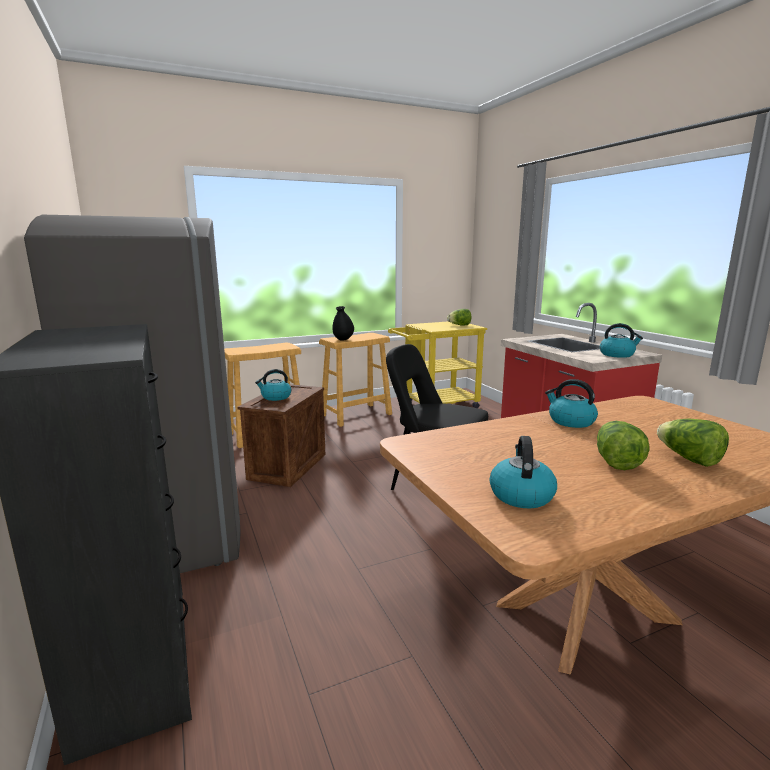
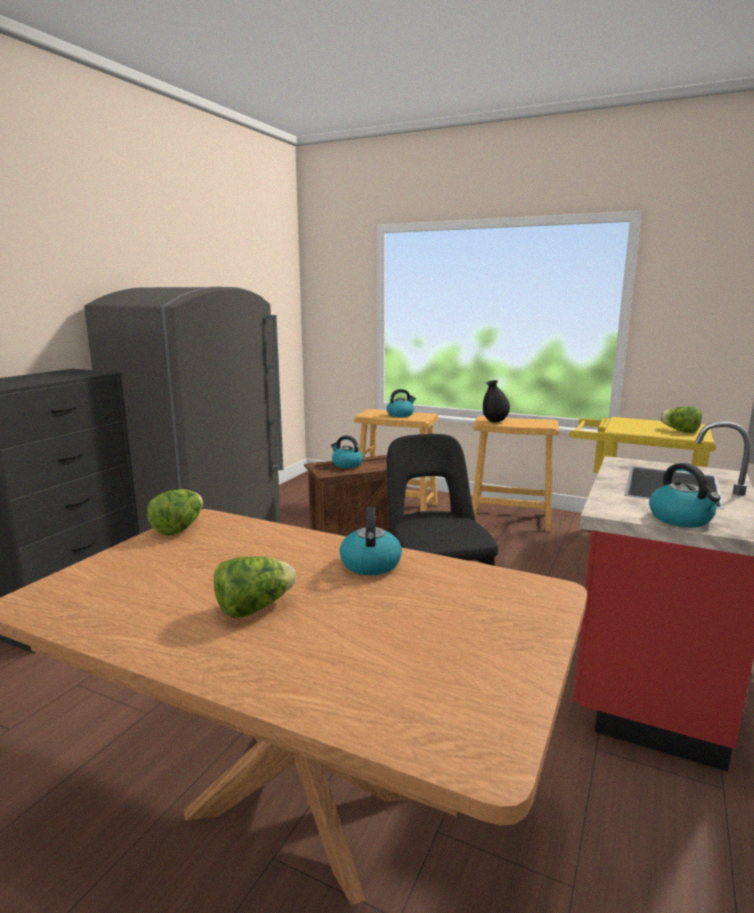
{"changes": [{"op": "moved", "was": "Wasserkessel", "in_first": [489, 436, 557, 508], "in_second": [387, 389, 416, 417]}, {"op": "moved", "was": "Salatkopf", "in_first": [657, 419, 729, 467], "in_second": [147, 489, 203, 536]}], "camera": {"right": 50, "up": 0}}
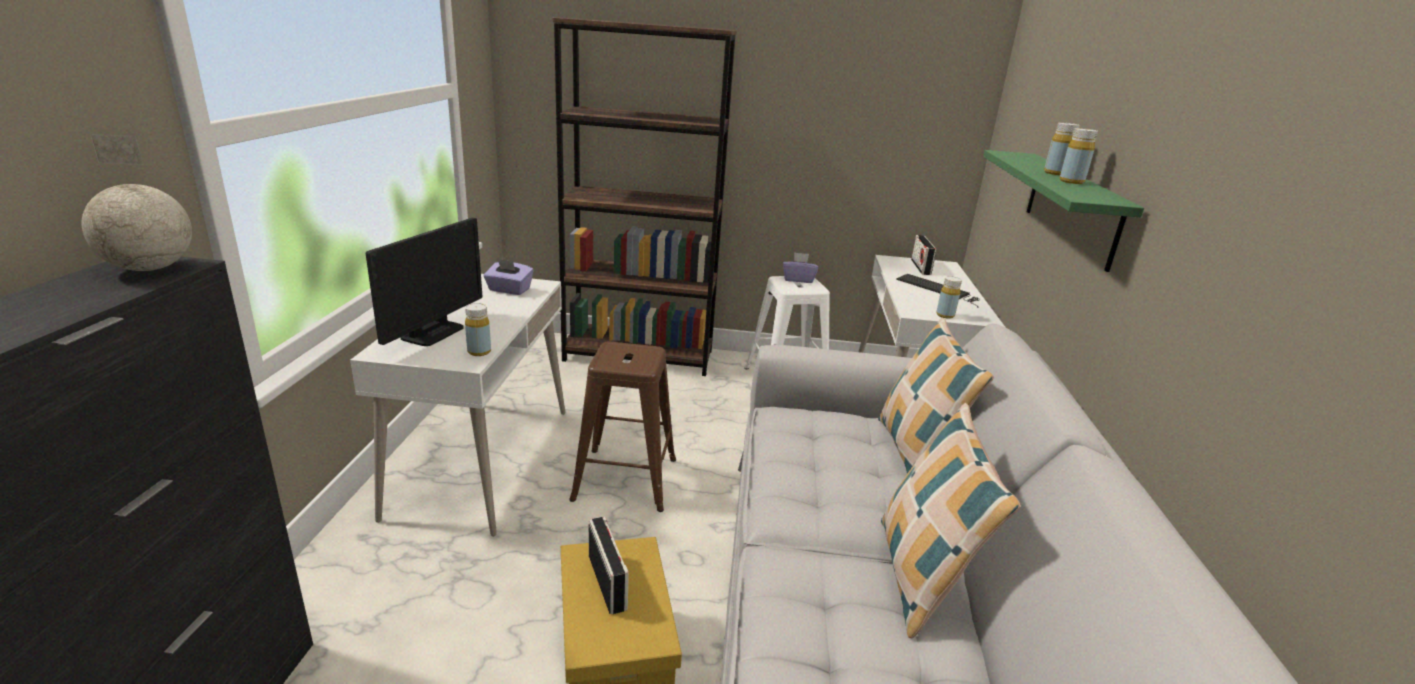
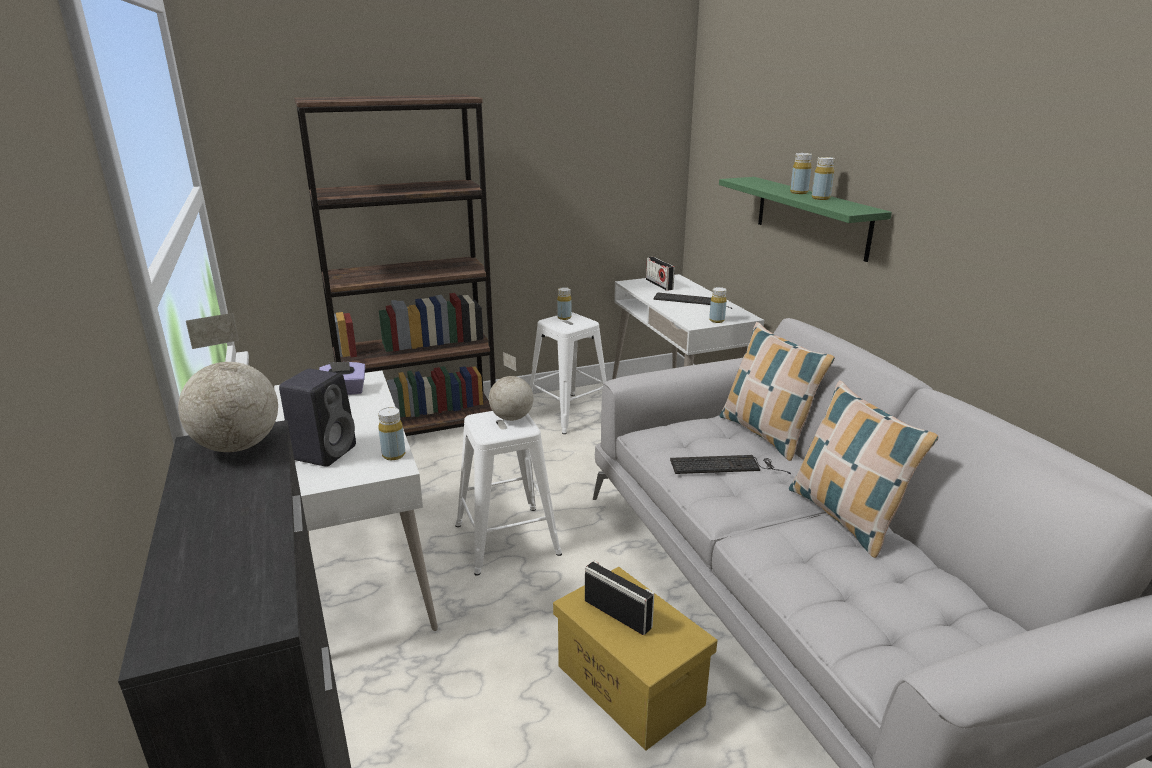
{"changes": [{"op": "replaced", "was": "Monitor", "now": "Lautsprecher [schwarz]", "in_first": [366, 218, 482, 346], "in_second": [279, 369, 356, 467]}, {"op": "recoloured", "was": "Hocker [braun]", "now": "Hocker [weiß]", "in_first": [569, 342, 676, 512], "in_second": [455, 411, 562, 576]}, {"op": "replaced", "was": "Taschentuchbox [lila]", "now": "Flasche [gelb]", "in_first": [783, 252, 818, 283], "in_second": [557, 287, 571, 320]}, {"op": "added", "now": "Globus", "in_second": [489, 352, 533, 421]}, {"op": "added", "now": "Tastatur", "in_second": [670, 455, 791, 474]}], "camera": {"right": -25, "up": 0}}
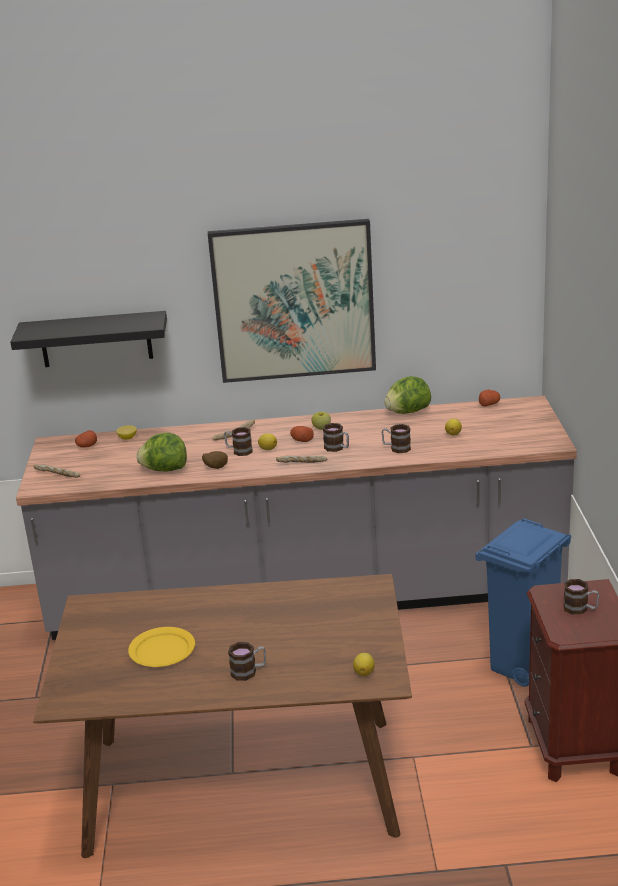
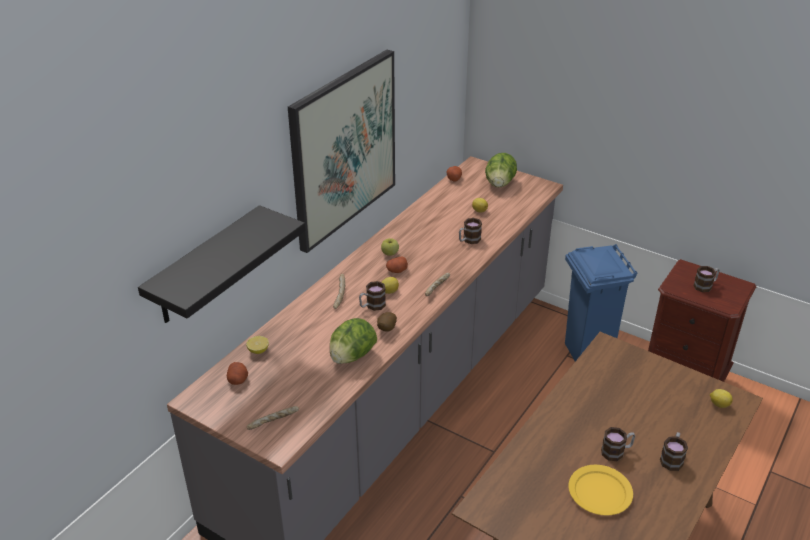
{"changes": [{"op": "moved", "was": "Henkelbecher", "in_first": [323, 423, 349, 452], "in_second": [601, 427, 635, 461]}, {"op": "moved", "was": "Salatkopf", "in_first": [384, 376, 431, 414], "in_second": [485, 153, 517, 188]}], "camera": {"right": -55, "up": 10}}
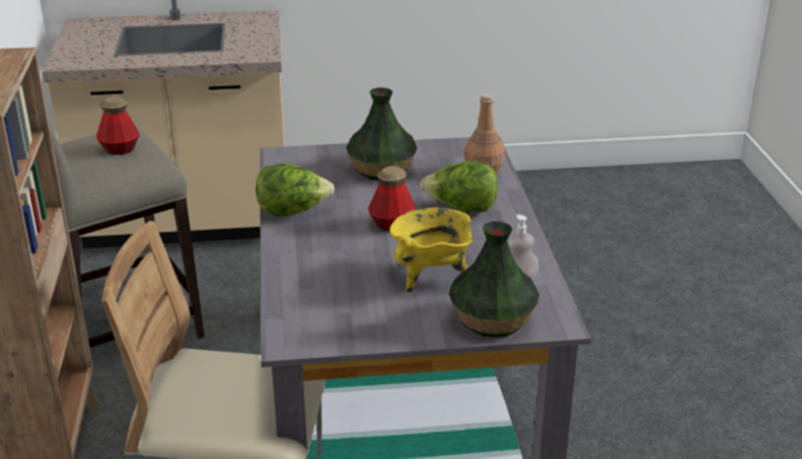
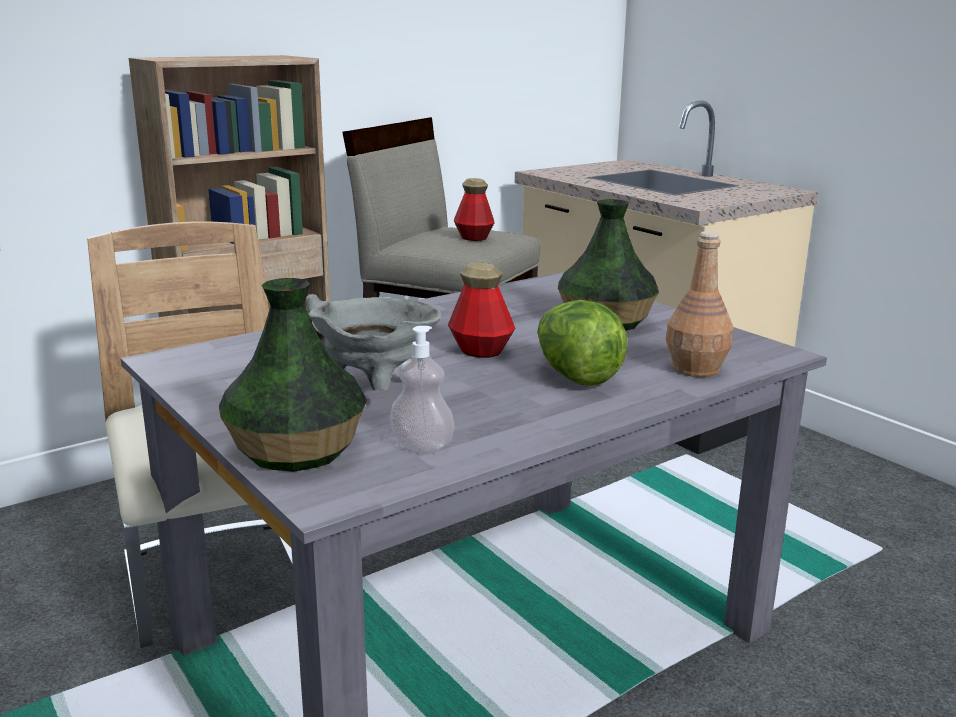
{"changes": [{"op": "removed", "was": "Salatkopf", "in_first": [256, 164, 335, 216]}, {"op": "recoloured", "was": "Kochtopf [gelb]", "now": "Kochtopf [grau]", "in_first": [390, 208, 474, 293], "in_second": [306, 294, 441, 391]}], "camera": {"right": 60, "up": -10}}
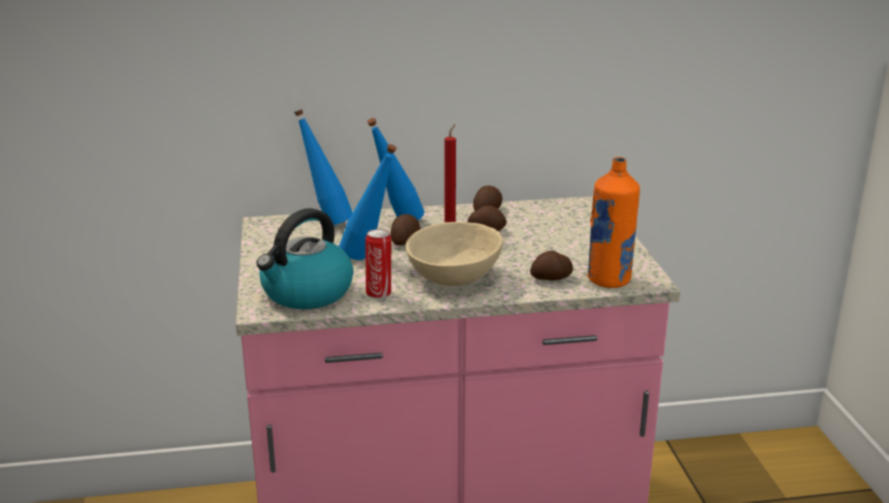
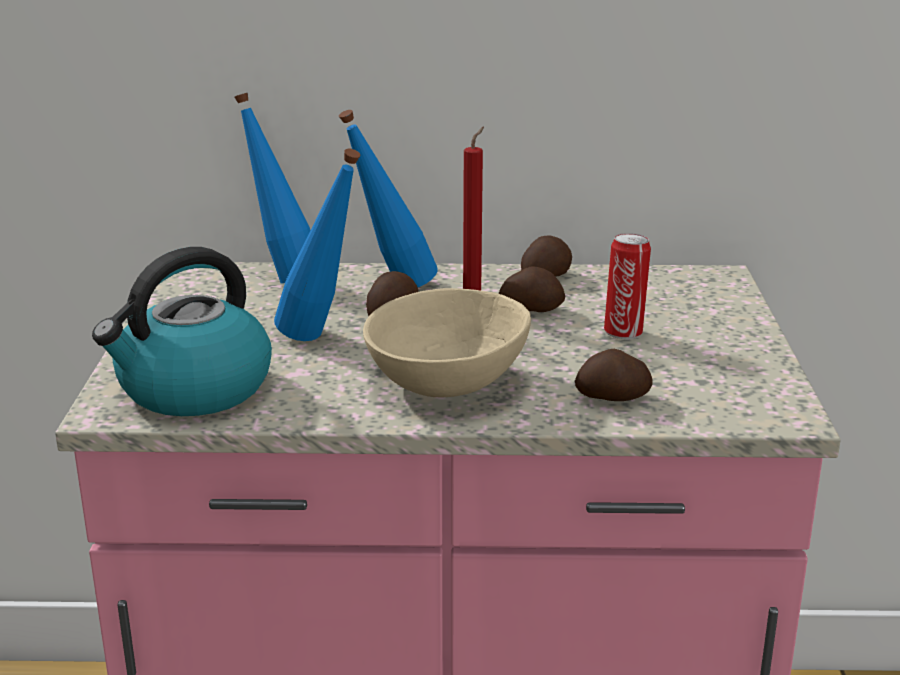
{"changes": [{"op": "moved", "was": "Dose", "in_first": [365, 229, 391, 299], "in_second": [604, 233, 651, 339]}, {"op": "removed", "was": "Flasche [orange]", "in_first": [587, 157, 640, 288]}], "camera": {"right": 10, "up": 0}}
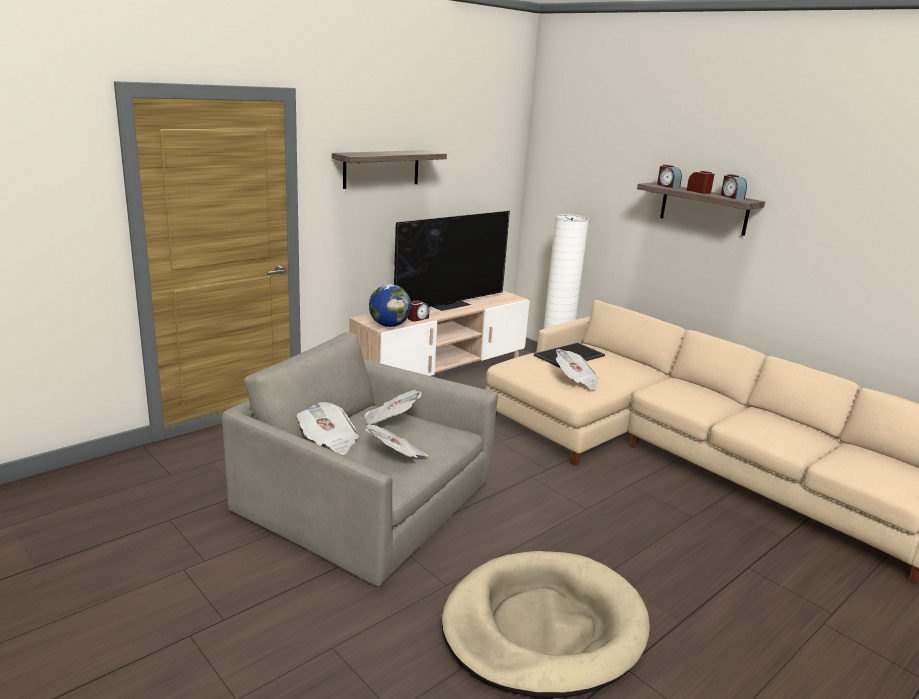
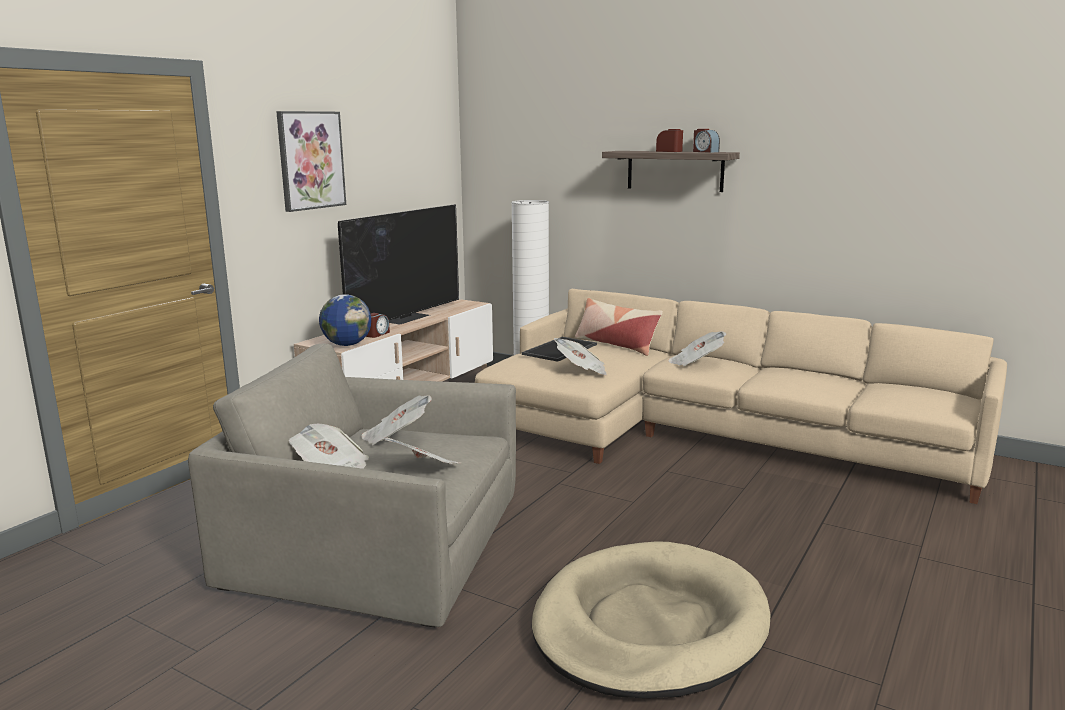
{"changes": [{"op": "replaced", "was": "Wandregal", "now": "Bild", "in_first": [332, 150, 447, 189], "in_second": [276, 111, 346, 212]}, {"op": "removed", "was": "Wecker", "in_first": [657, 165, 682, 188]}, {"op": "added", "now": "Kissen", "in_second": [575, 298, 663, 356]}, {"op": "added", "now": "Zeitung", "in_second": [668, 331, 727, 366]}], "camera": {"right": -15, "up": -5}}
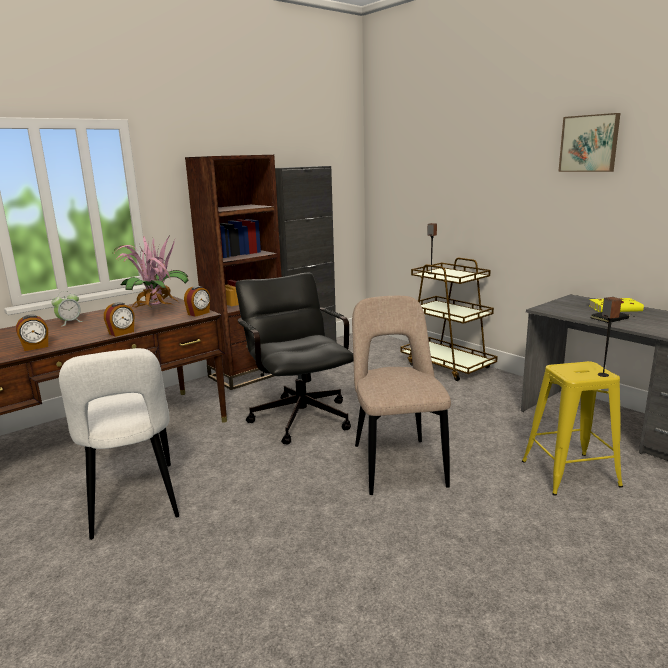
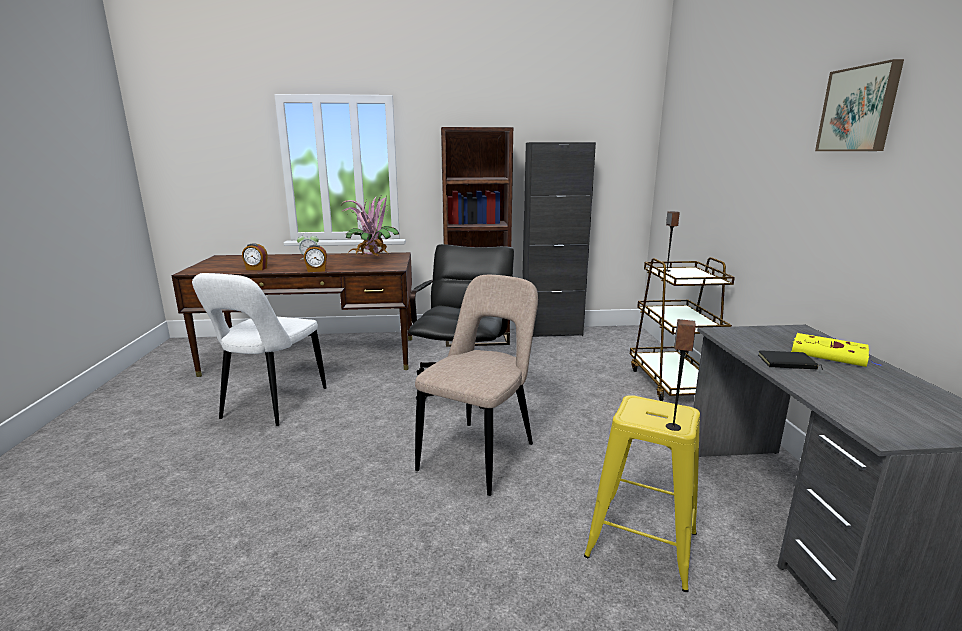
{"changes": [{"op": "removed", "was": "Wecker", "in_first": [184, 286, 210, 317]}], "camera": {"right": 35, "up": 0}}
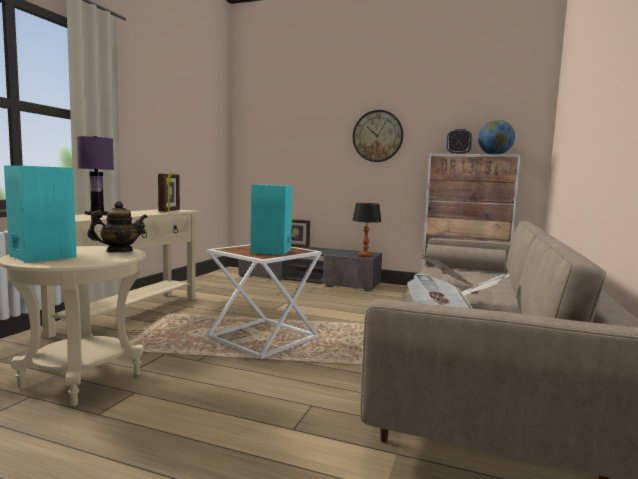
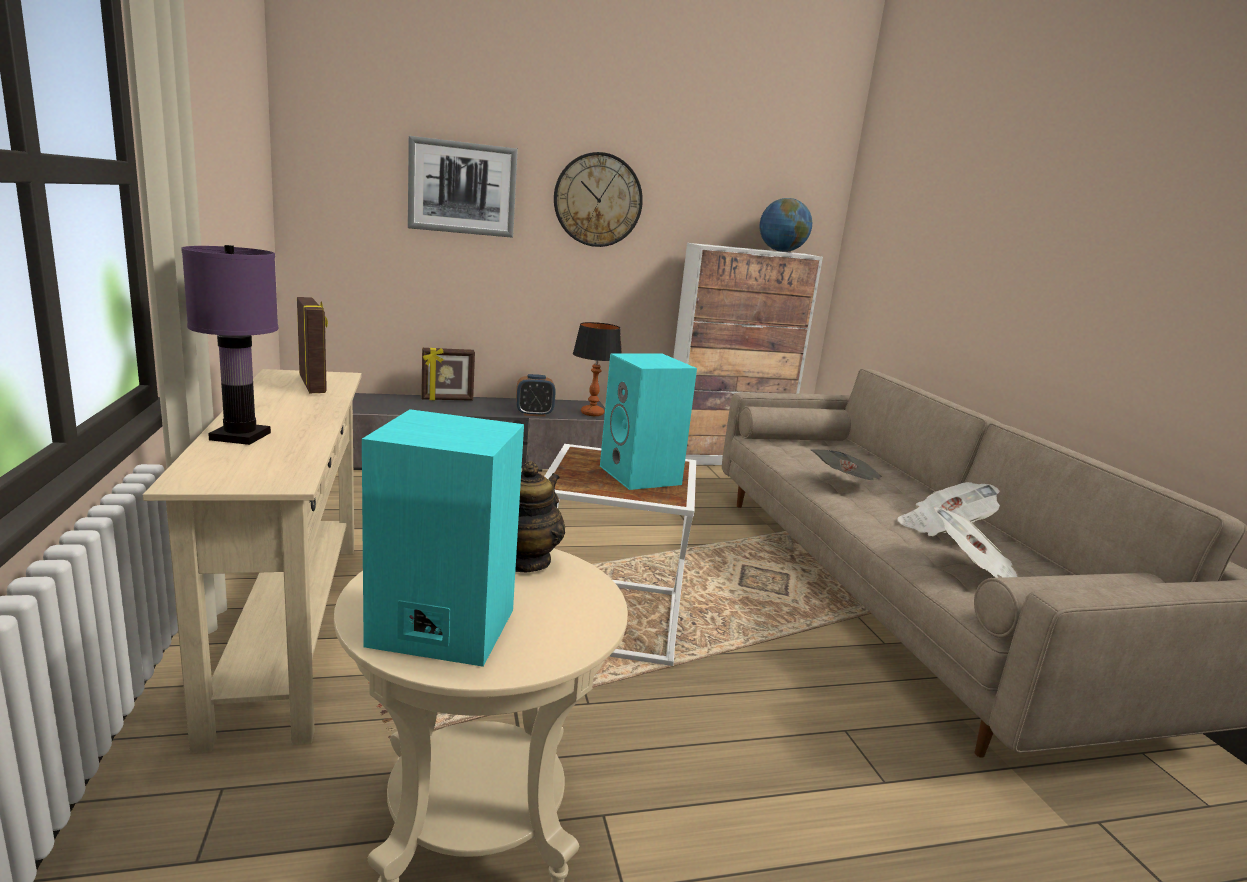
{"changes": [{"op": "moved", "was": "Wecker", "in_first": [446, 129, 472, 154], "in_second": [516, 374, 556, 417]}, {"op": "added", "now": "Bild", "in_second": [408, 136, 518, 238]}], "camera": {"right": -35, "up": 10}}
